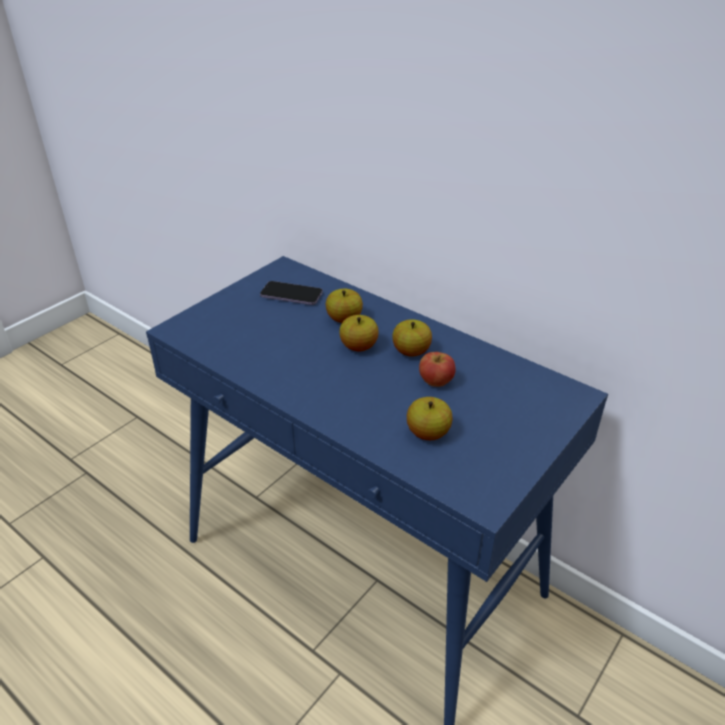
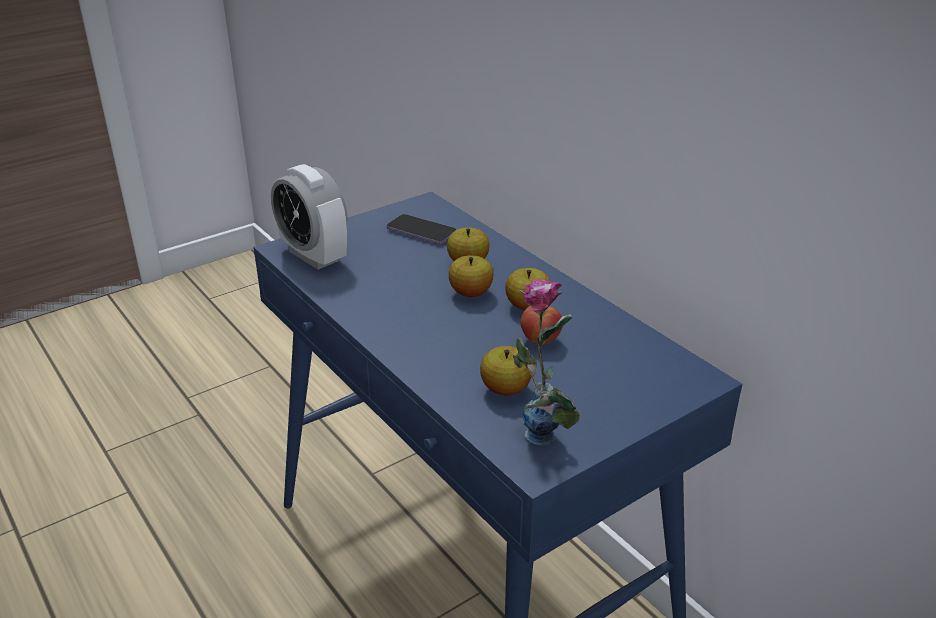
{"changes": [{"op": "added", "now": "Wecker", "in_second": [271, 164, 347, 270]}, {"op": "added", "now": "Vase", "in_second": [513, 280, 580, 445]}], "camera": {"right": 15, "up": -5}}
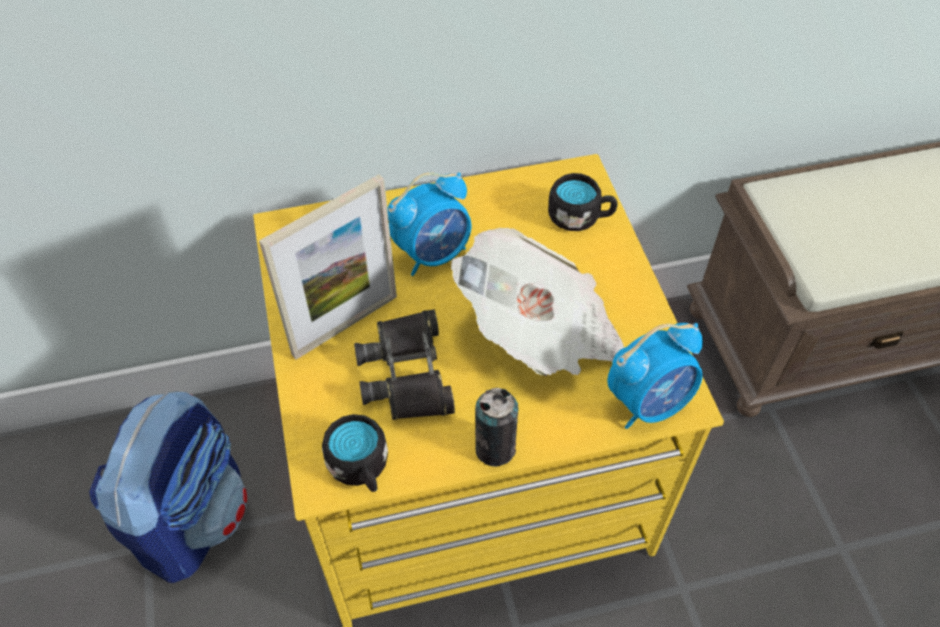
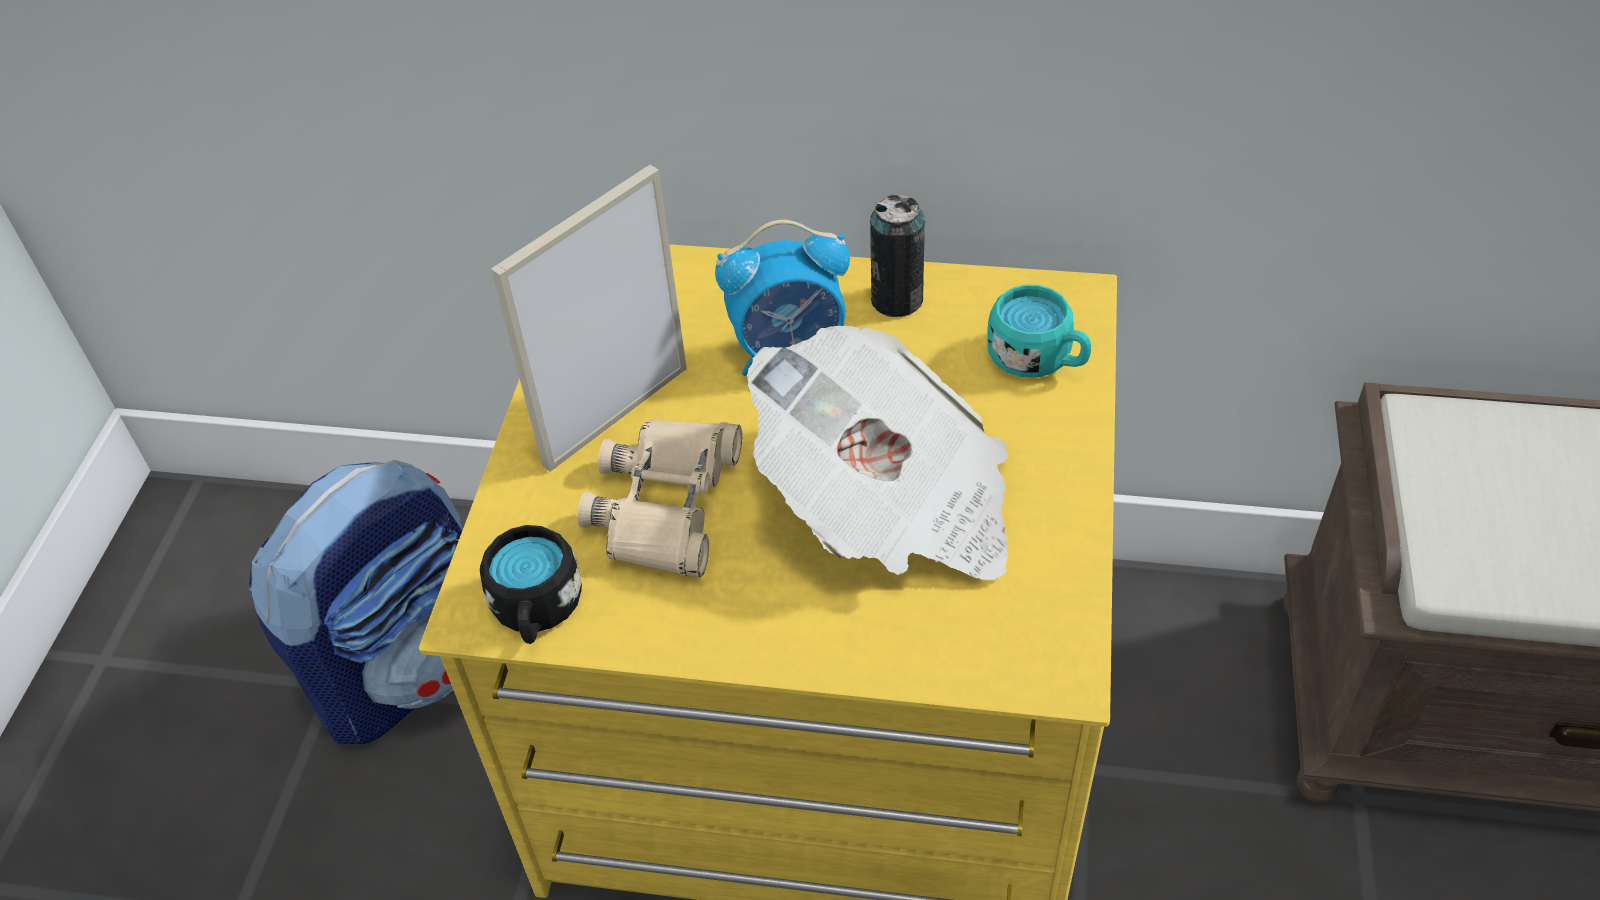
{"changes": [{"op": "turned", "was": "Bilderrahmen", "in_first": [259, 174, 397, 360], "in_second": [491, 165, 687, 472], "clockwise": 150}, {"op": "recoloured", "was": "Fernglas [schwarz]", "now": "Fernglas [beige]", "in_first": [354, 310, 455, 420], "in_second": [577, 419, 742, 578]}, {"op": "moved", "was": "Dose", "in_first": [475, 388, 519, 467], "in_second": [870, 195, 926, 317]}, {"op": "recoloured", "was": "Henkelbecher [schwarz]", "now": "Henkelbecher [türkis]", "in_first": [548, 173, 617, 231], "in_second": [988, 285, 1091, 378]}, {"op": "removed", "was": "Wecker", "in_first": [607, 323, 703, 429]}], "camera": {"right": 25, "up": -5}}
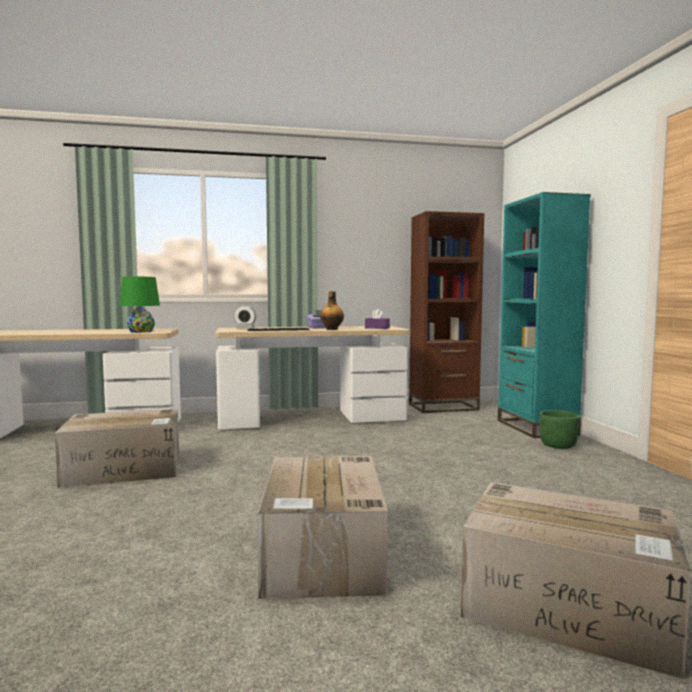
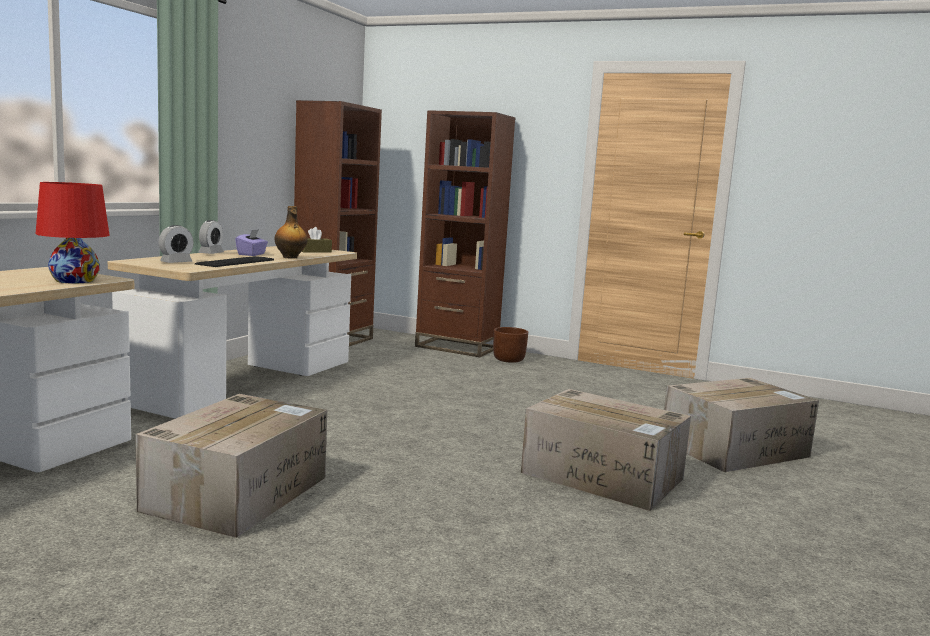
{"changes": [{"op": "recoloured", "was": "Tischlampe [grün]", "now": "Tischlampe [rot]", "in_first": [120, 276, 160, 333], "in_second": [36, 182, 110, 283]}, {"op": "recoloured", "was": "Taschentuchbox [lila]", "now": "Taschentuchbox [braun]", "in_first": [365, 309, 390, 329], "in_second": [302, 227, 332, 253]}, {"op": "recoloured", "was": "Bücherregal [türkis]", "now": "Bücherregal [braun]", "in_first": [498, 192, 591, 438], "in_second": [415, 110, 515, 357]}, {"op": "recoloured", "was": "Pflanzkübel [grün]", "now": "Pflanzkübel [braun]", "in_first": [540, 410, 580, 449], "in_second": [493, 327, 528, 363]}, {"op": "added", "now": "Wecker", "in_second": [198, 220, 224, 254]}], "camera": {"right": -55, "up": 5}}
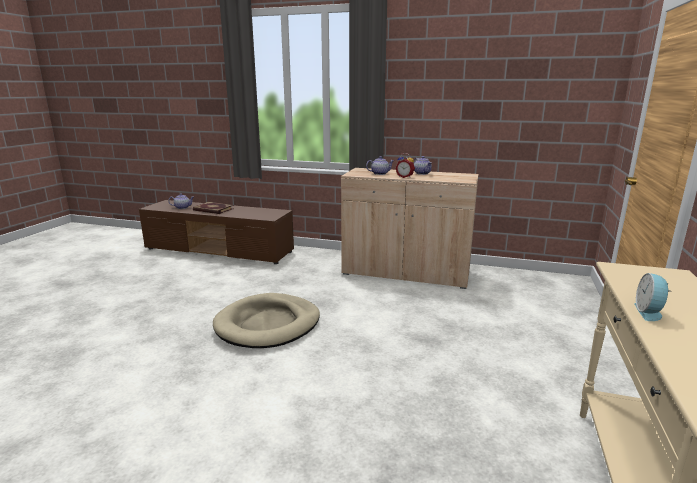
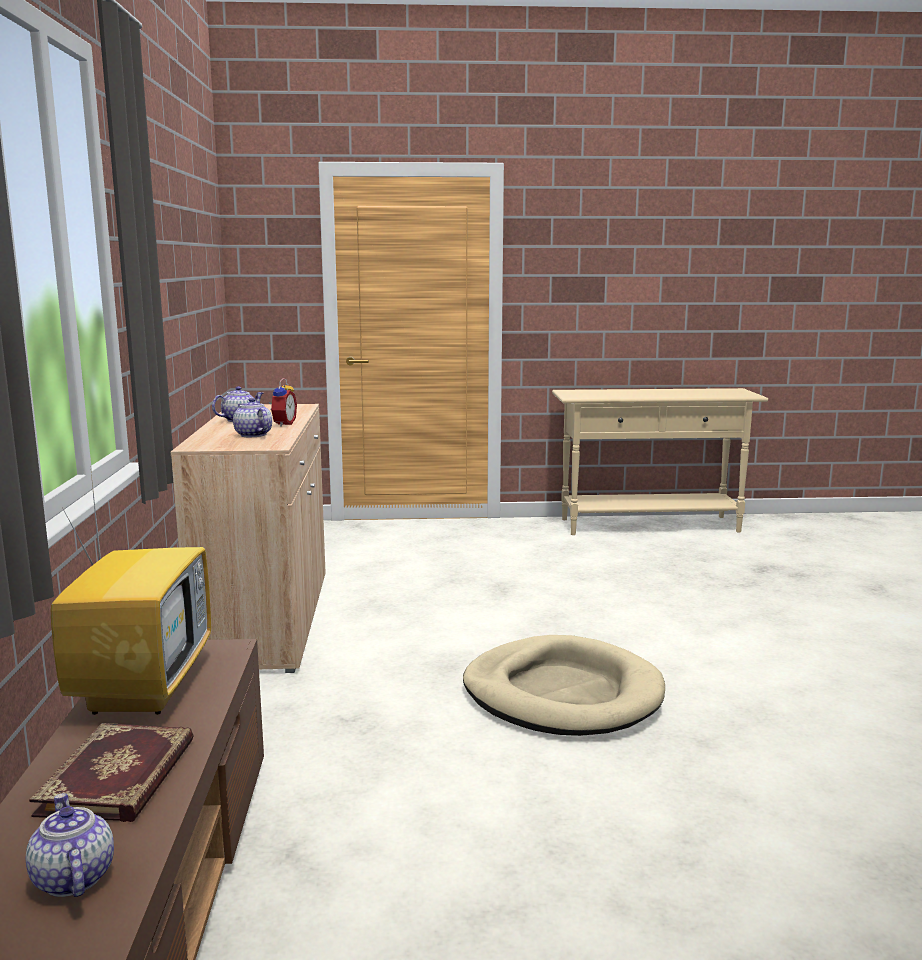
{"changes": [{"op": "removed", "was": "Wecker", "in_first": [634, 273, 672, 321]}, {"op": "added", "now": "Fernseher", "in_second": [51, 474, 211, 715]}], "camera": {"right": -110, "up": -5}}
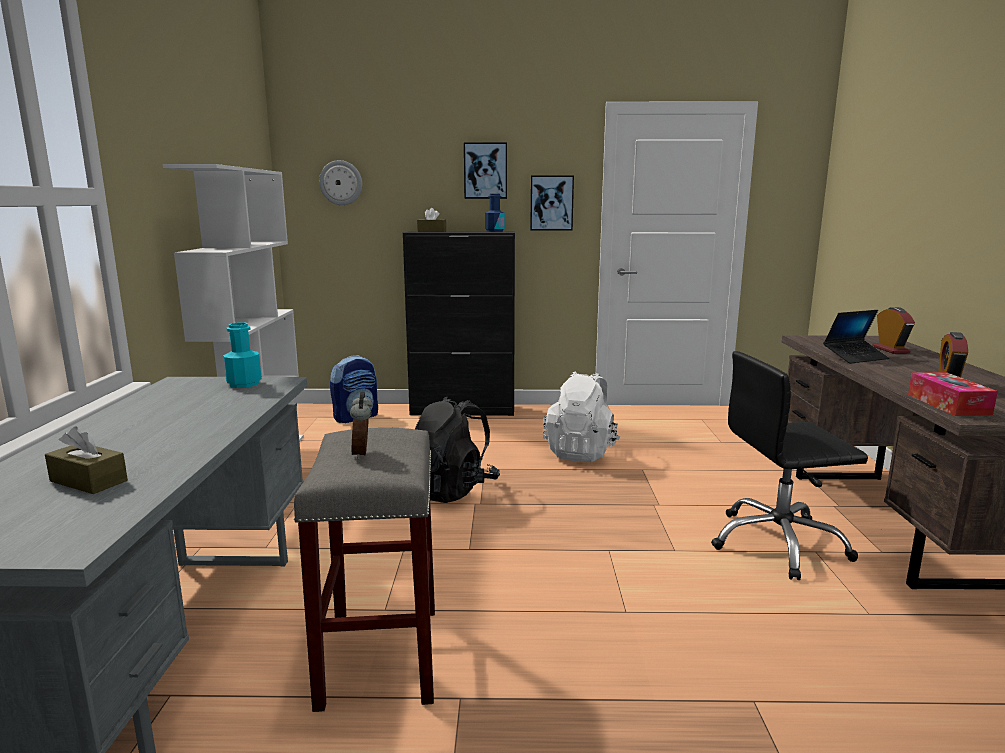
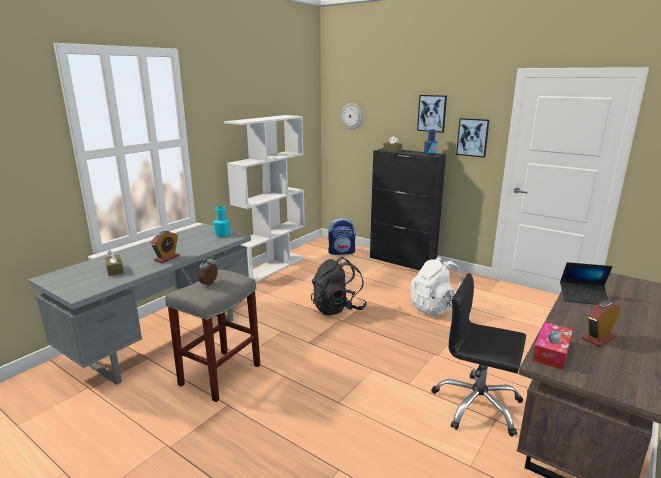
{"changes": [{"op": "moved", "was": "Wecker", "in_first": [872, 307, 915, 354], "in_second": [151, 231, 179, 263]}], "camera": {"right": 35, "up": 5}}
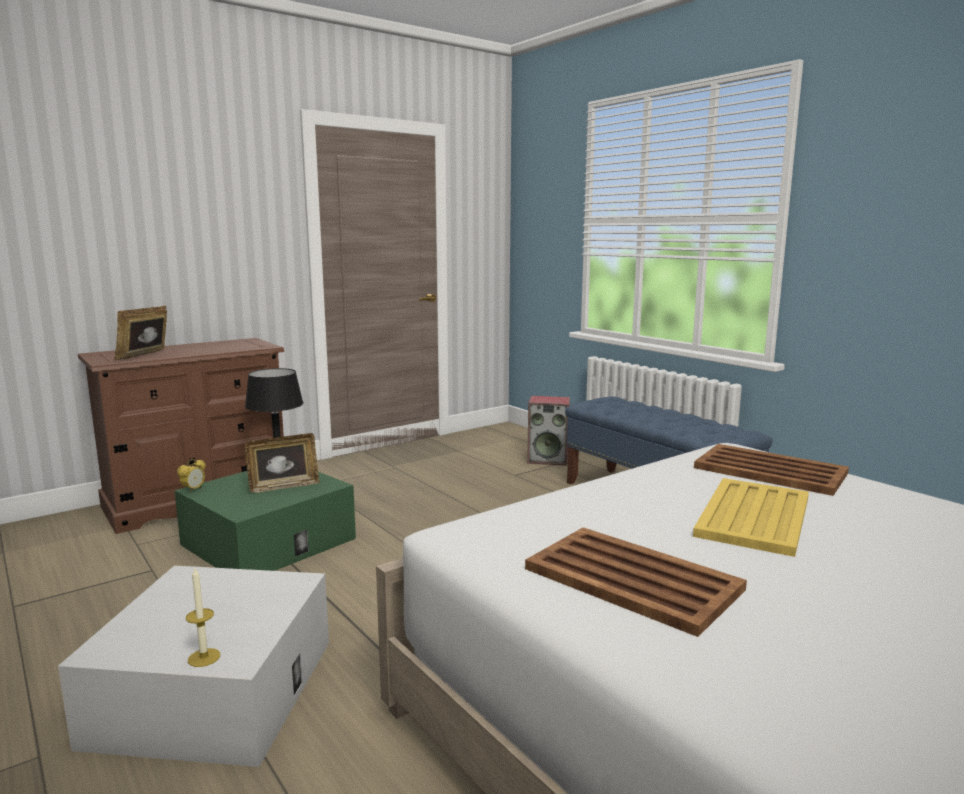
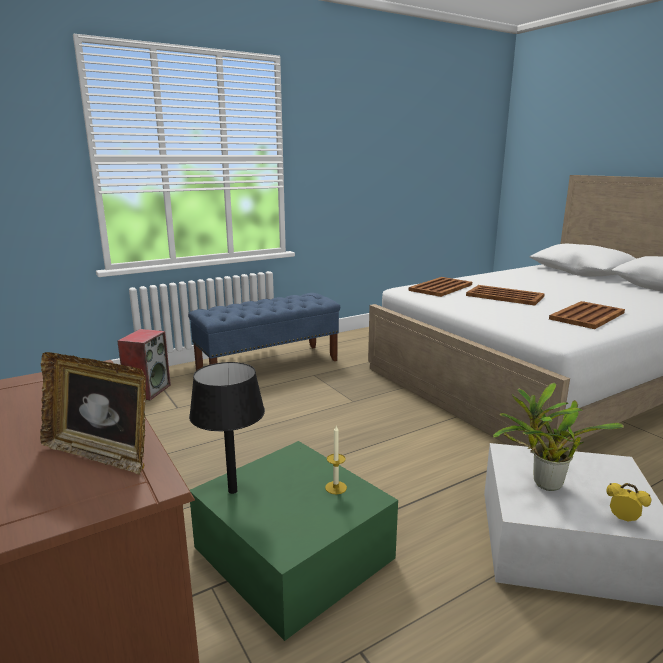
{"changes": [{"op": "moved", "was": "Wecker", "in_first": [177, 459, 206, 492], "in_second": [606, 483, 651, 521]}, {"op": "moved", "was": "Kerze", "in_first": [186, 568, 220, 667], "in_second": [325, 426, 347, 494]}, {"op": "removed", "was": "Bilderrahmen", "in_first": [245, 433, 319, 493]}, {"op": "recoloured", "was": "Tablett [gelb]", "now": "Tablett [braun]", "in_first": [693, 478, 809, 557], "in_second": [466, 285, 545, 306]}, {"op": "added", "now": "Topfpflanze", "in_second": [493, 383, 624, 491]}], "camera": {"right": -85, "up": 5}}
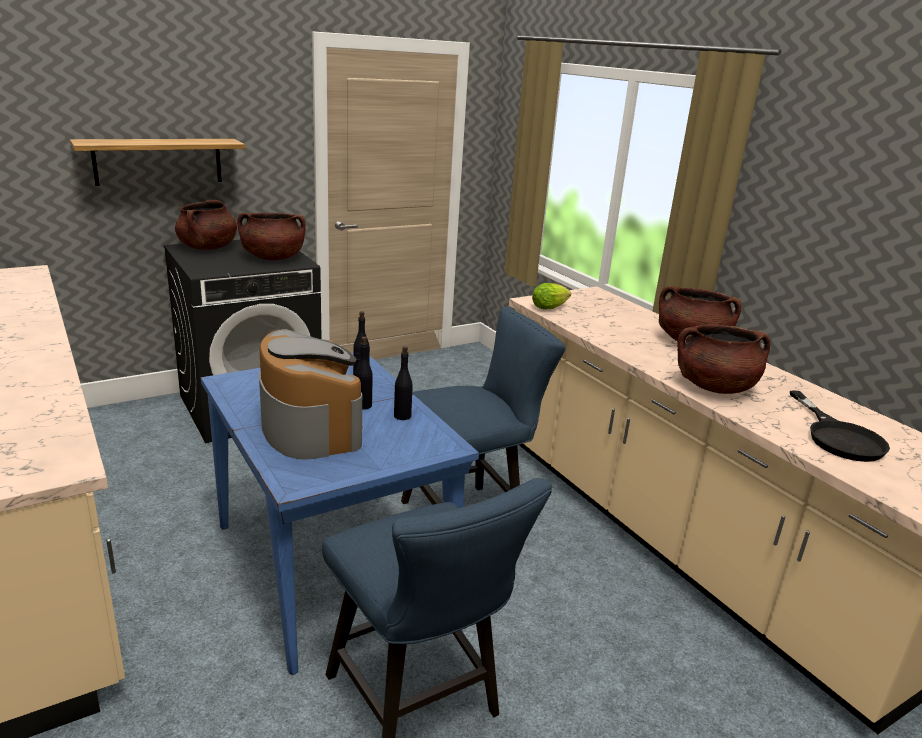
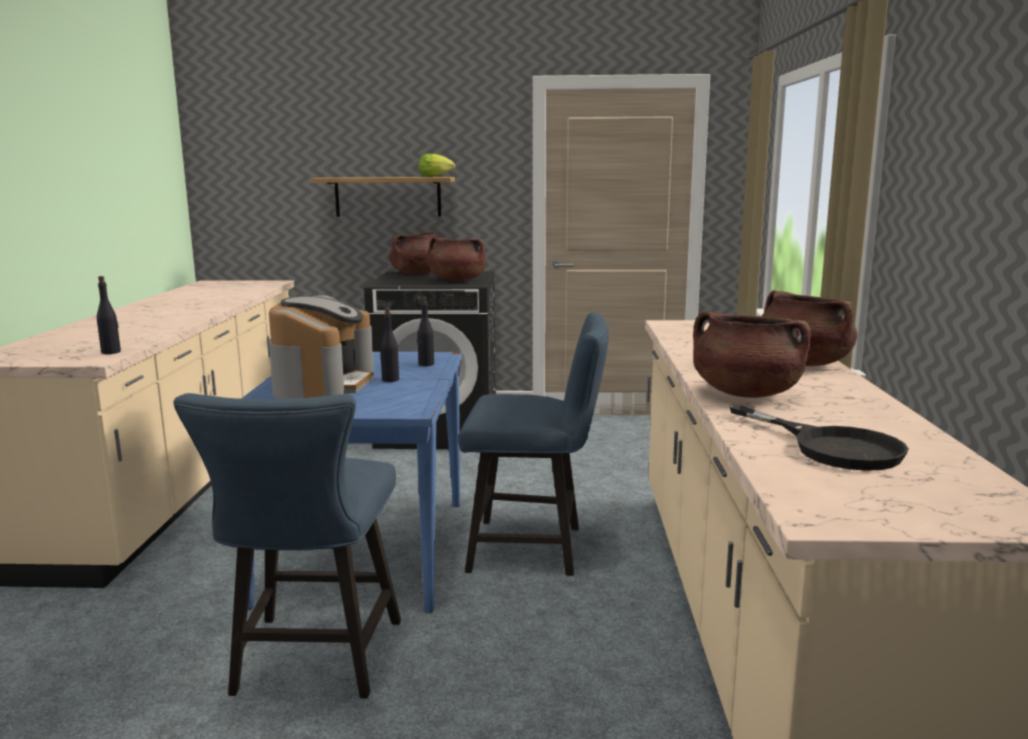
{"changes": [{"op": "moved", "was": "Flasche [schwarz]", "in_first": [394, 346, 413, 420], "in_second": [97, 276, 121, 354]}, {"op": "moved", "was": "Salatkopf", "in_first": [532, 283, 571, 309], "in_second": [418, 154, 455, 177]}, {"op": "turned", "was": "Pfanne [schwarz]", "in_first": [790, 390, 890, 462], "in_second": [730, 405, 909, 471], "clockwise": -60}], "camera": {"right": 35, "up": -10}}
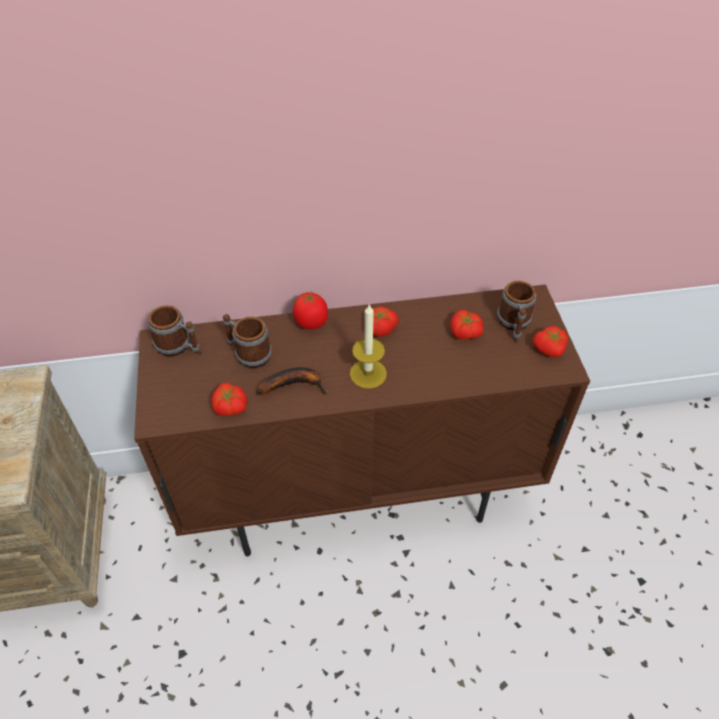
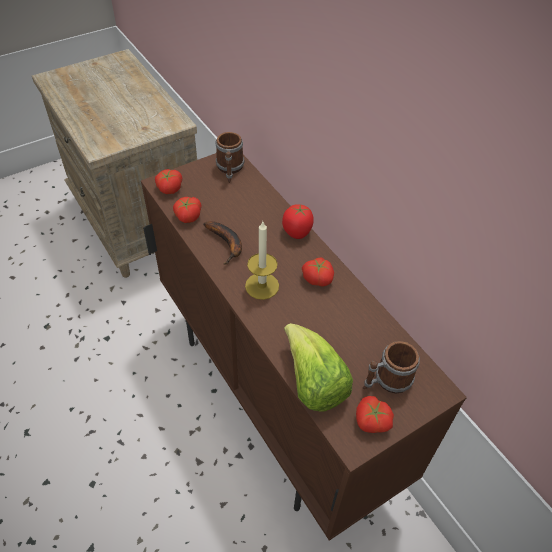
{"changes": [{"op": "removed", "was": "Henkelbecher", "in_first": [223, 314, 272, 368]}, {"op": "moved", "was": "Tomate", "in_first": [450, 310, 483, 340], "in_second": [155, 169, 182, 194]}, {"op": "added", "now": "Salatkopf", "in_second": [284, 323, 353, 412]}], "camera": {"right": 65, "up": 0}}
